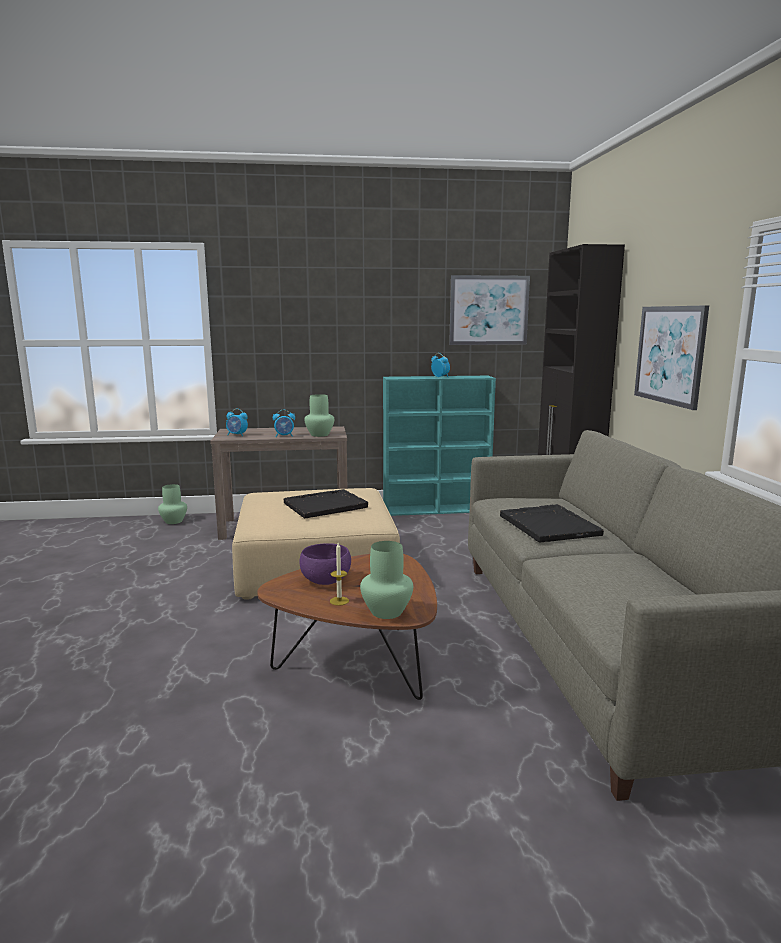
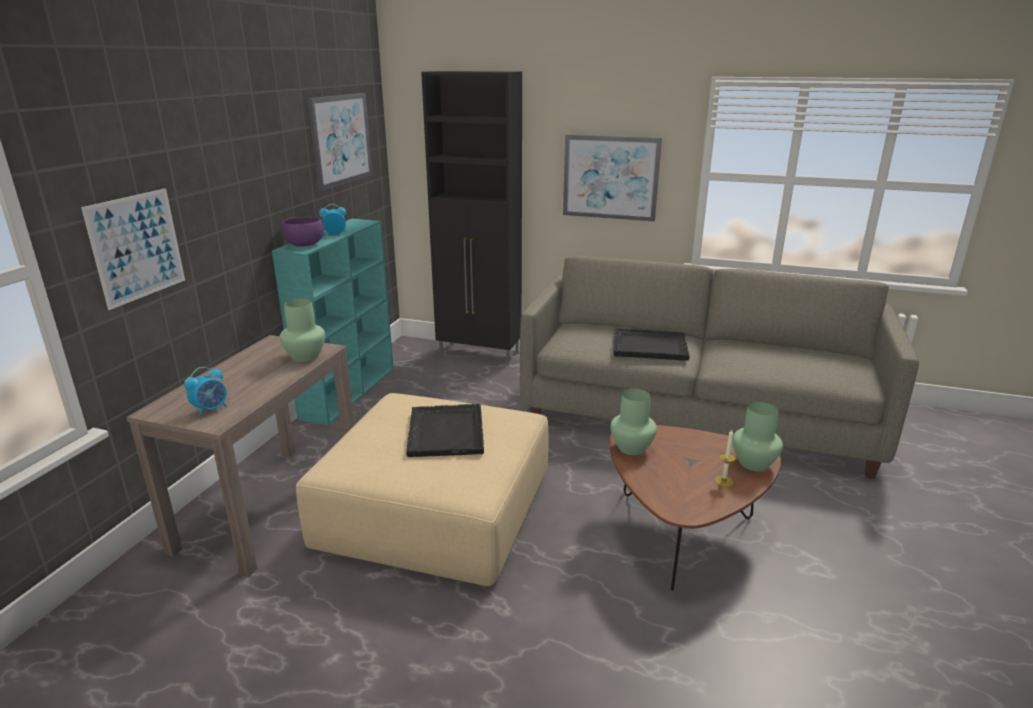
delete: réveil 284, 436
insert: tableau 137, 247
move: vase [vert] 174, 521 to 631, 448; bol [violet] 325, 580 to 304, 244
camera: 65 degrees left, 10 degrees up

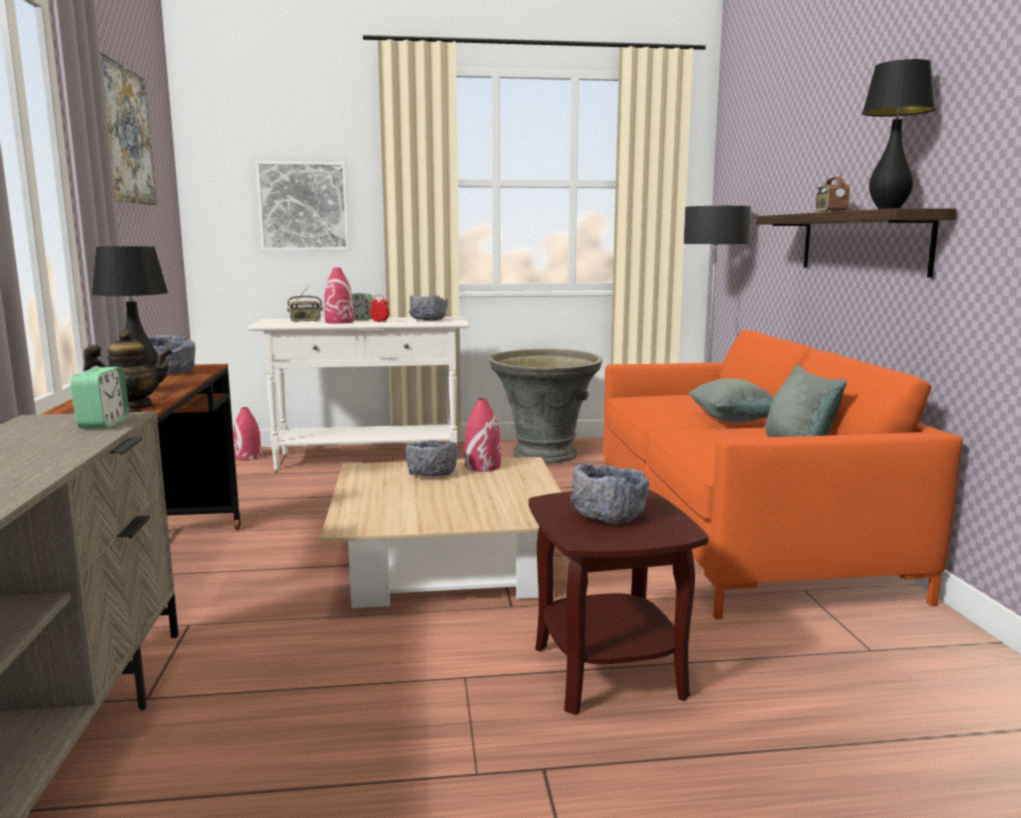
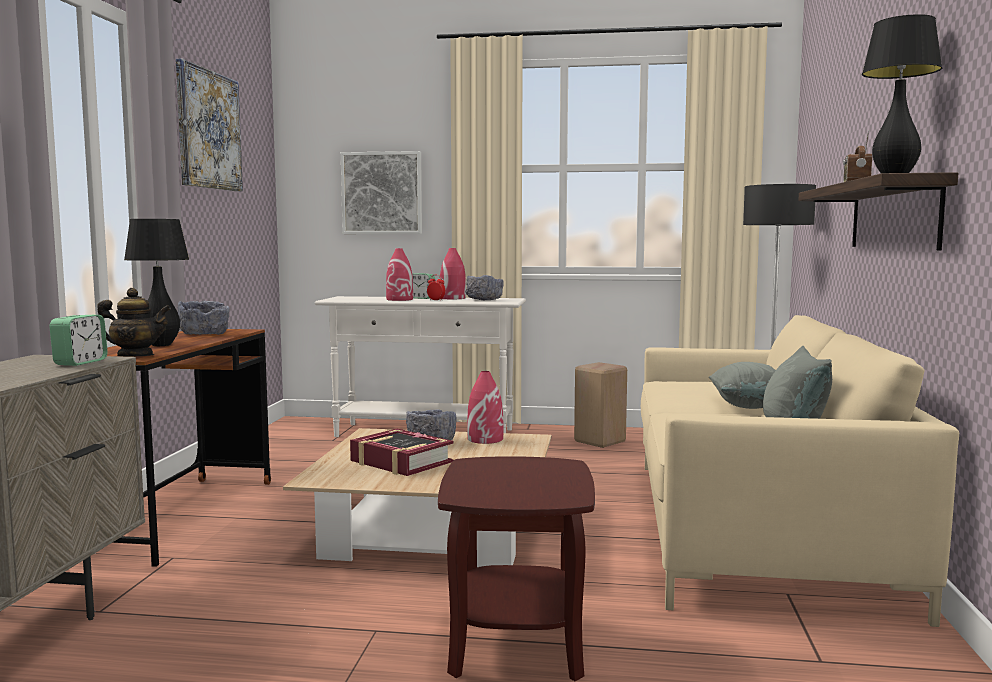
delete: radio 305, 321; bol [gris] 608, 516
insert: livre 401, 462
move: vase [rouge] 248, 457 to 452, 298
replace: cache-pot [gris] 544, 455 to tabouret [beige] 598, 442
recolor: canapé [orange] 735, 530 to canapé [beige] 752, 527
camera: 15 degrees right, 5 degrees down

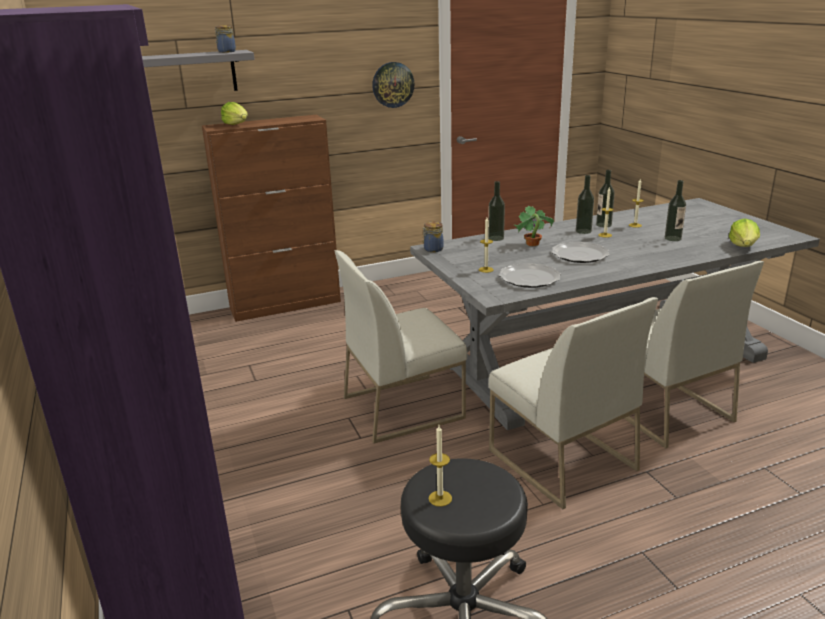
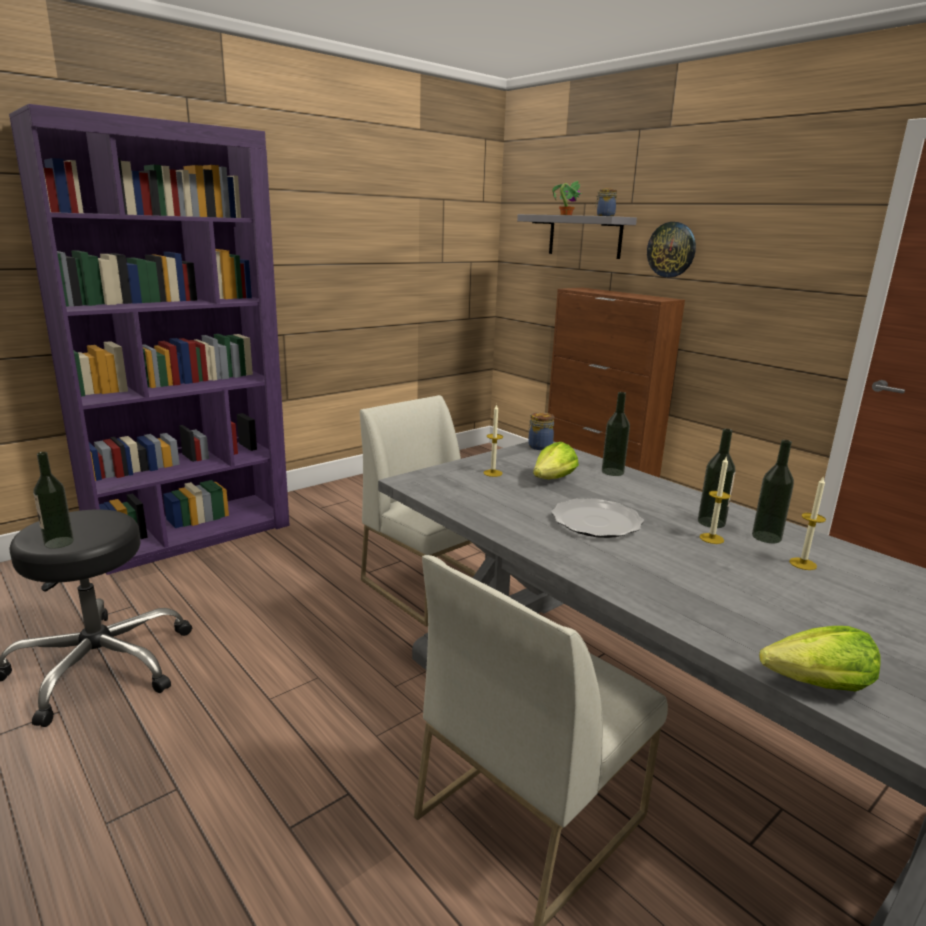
delete: assiette 529, 278; chaise [blanc] 560, 459; bougie 440, 498
move: horloge murale 393, 84 to 671, 249; laitue 237, 125 to 553, 479; bouteille 672, 238 to 59, 542; plante en pot 532, 244 to 565, 215
camera: 70 degrees right, 5 degrees down

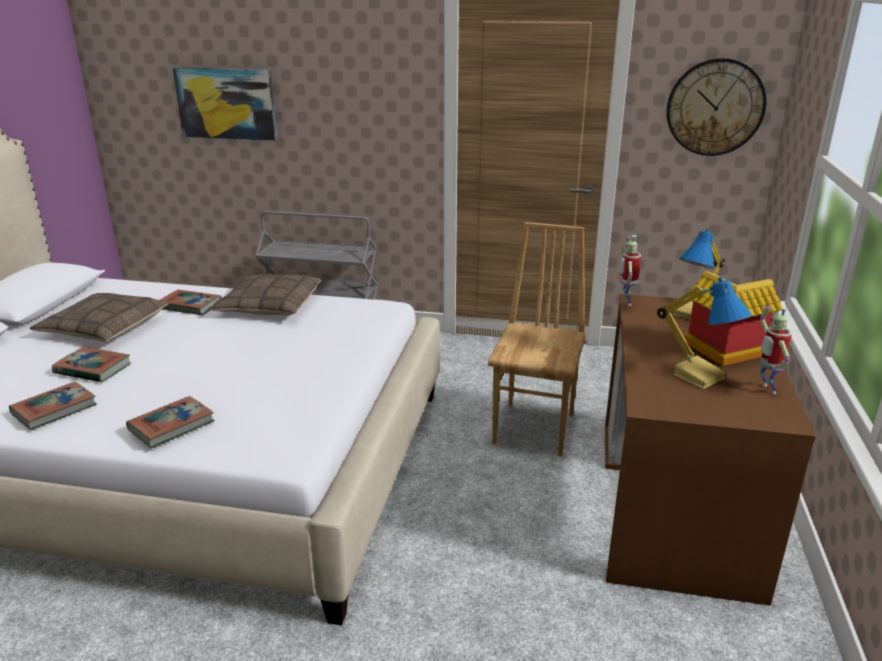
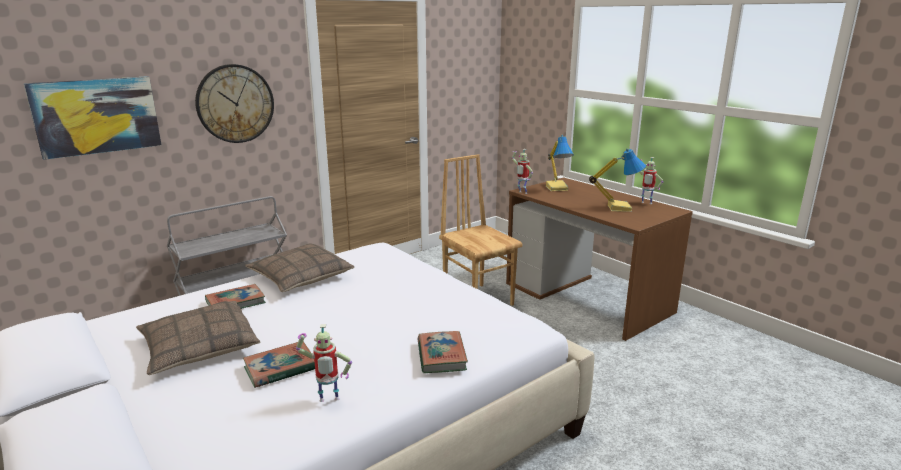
delete: maison miniature 721, 352
move: horloge murale 715, 107 to 235, 104
replace: livre 54, 409 to robot jouet 328, 401
camera: 50 degrees left, 5 degrees down

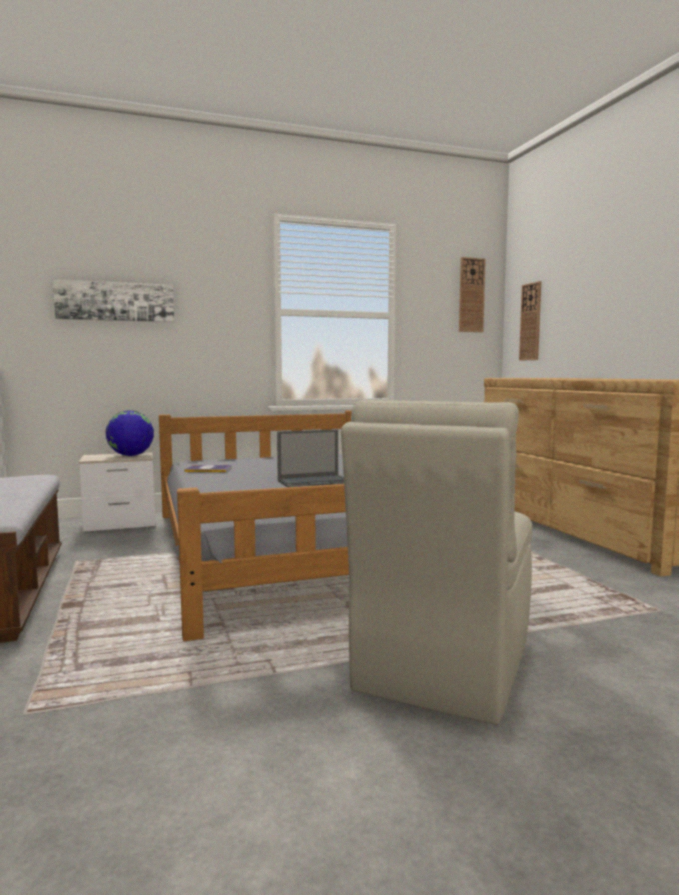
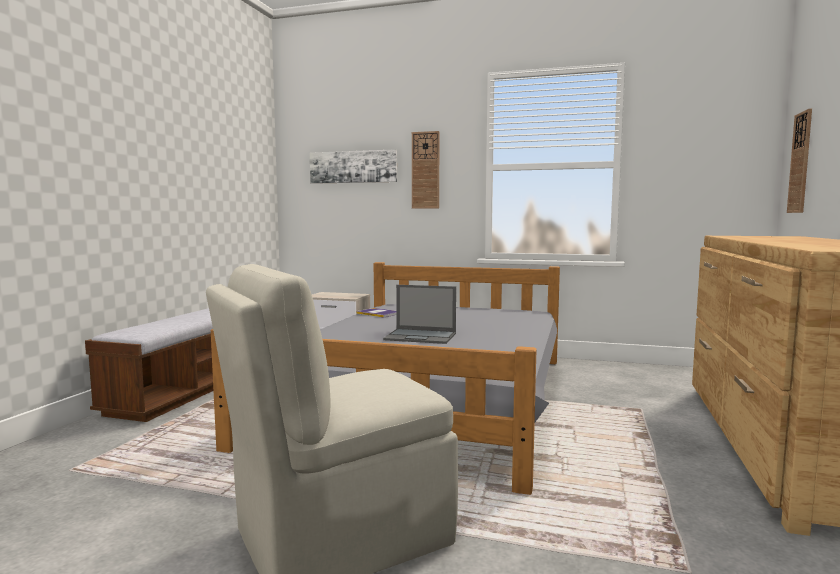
delete: globe 130, 455
move: horloge murale 471, 295 to 425, 170
camera: 35 degrees right, 0 degrees up

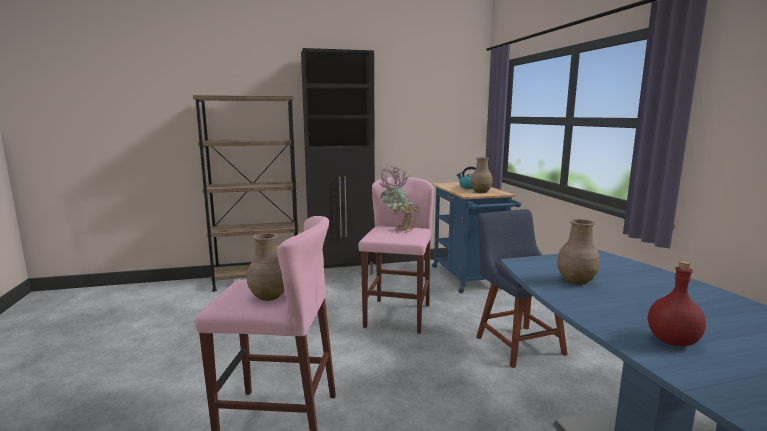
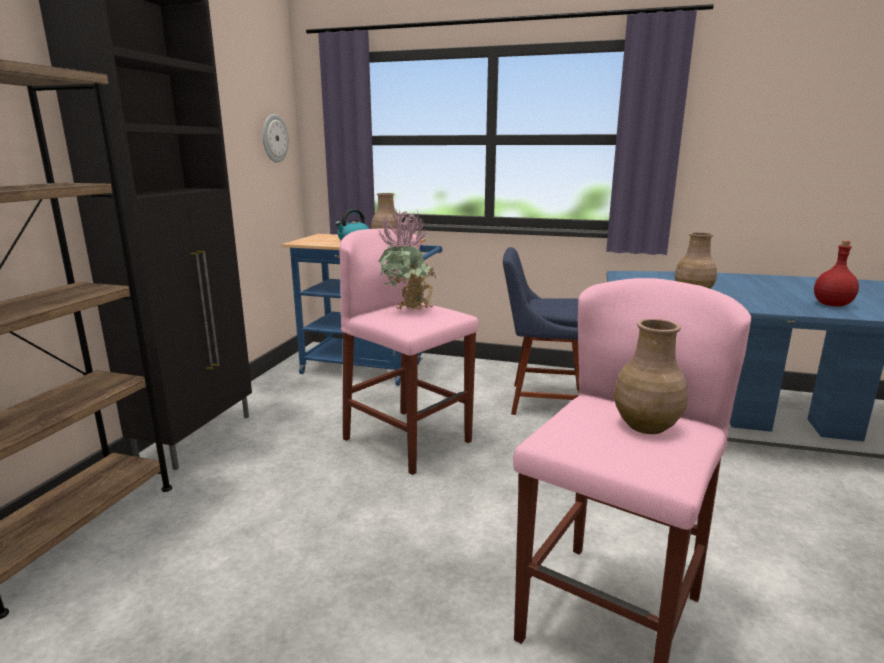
insert: horloge murale 274, 138
camera: 60 degrees left, 5 degrees up

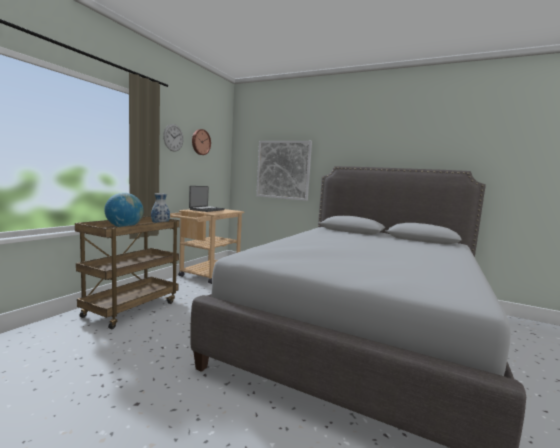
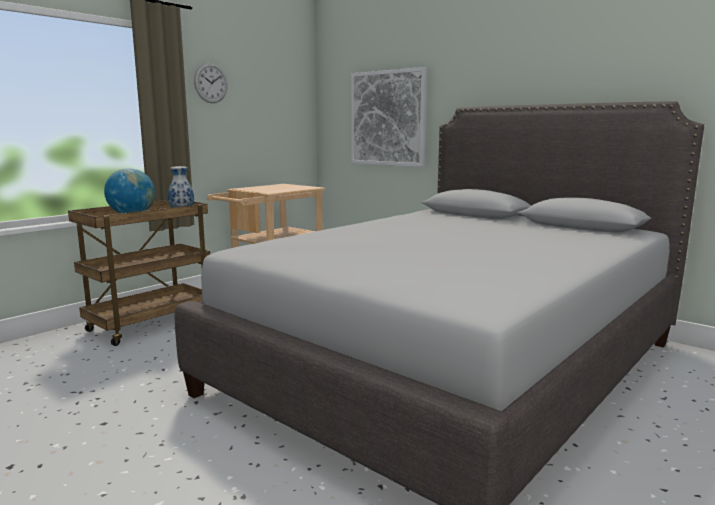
delete: horloge murale 200, 142; ordinateur portable 206, 210
camera: 15 degrees right, 5 degrees up

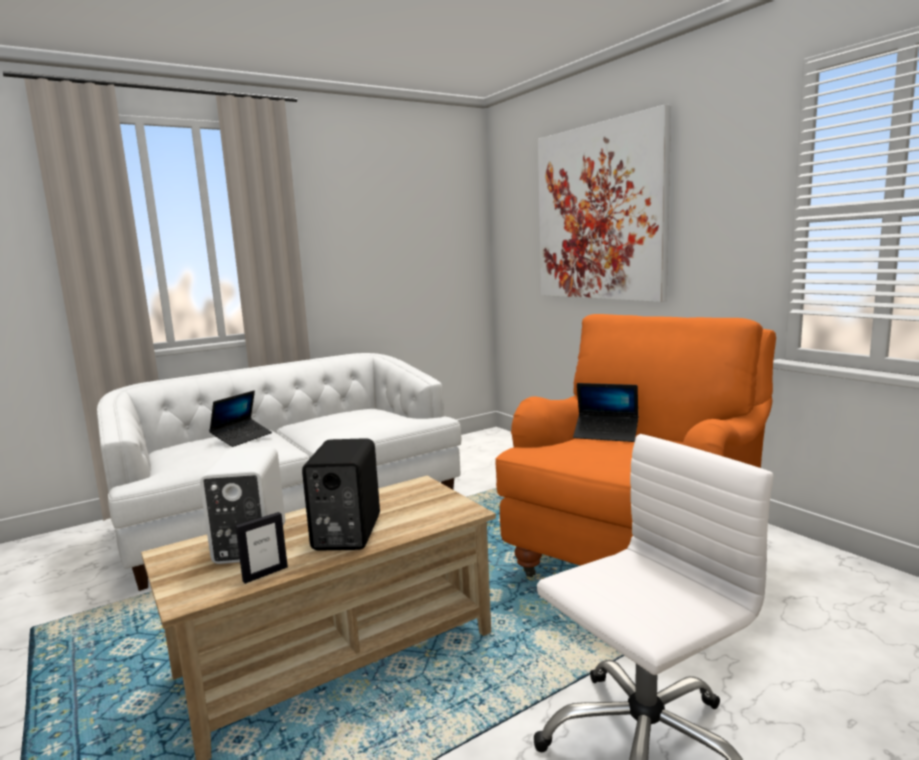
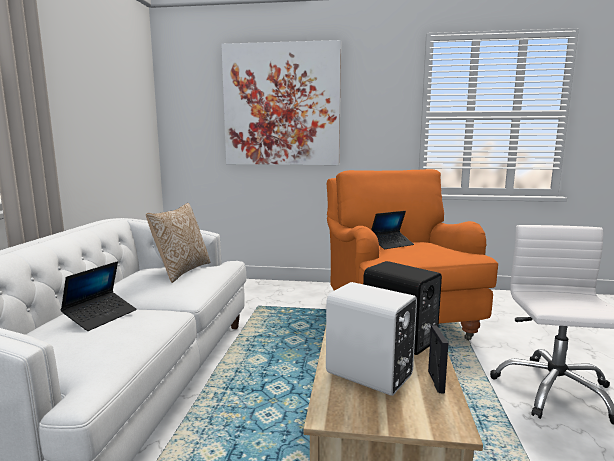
insert: coussin 181, 271
rotate: ordinateur portable 242, 438 = 101, 316 45 degrees clockwise
camera: 50 degrees left, 0 degrees up

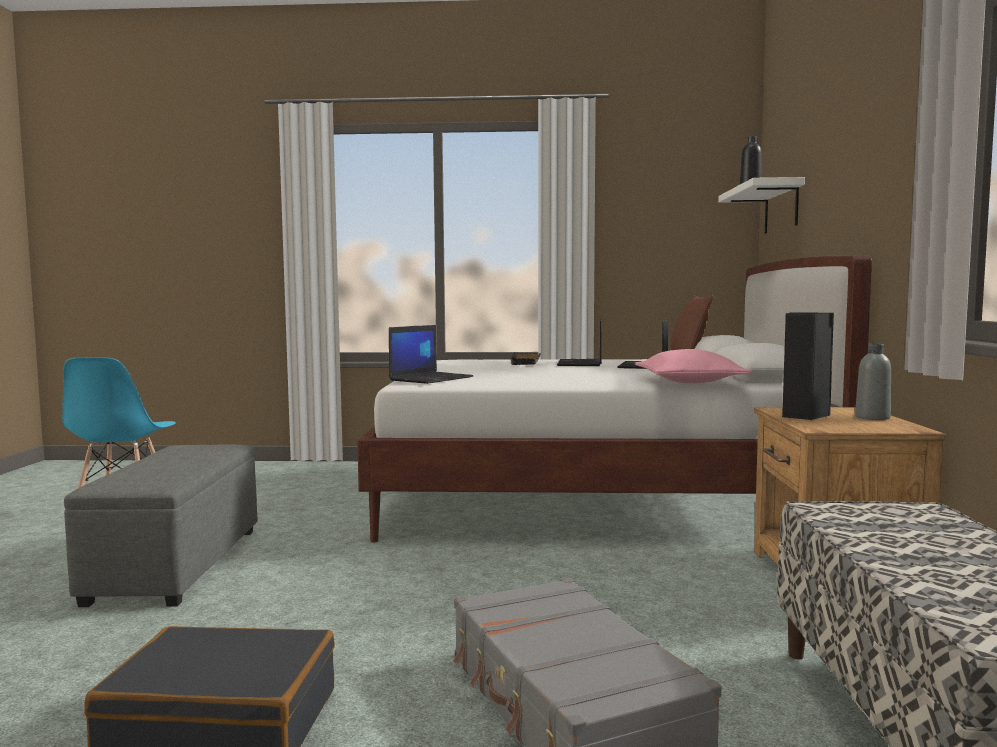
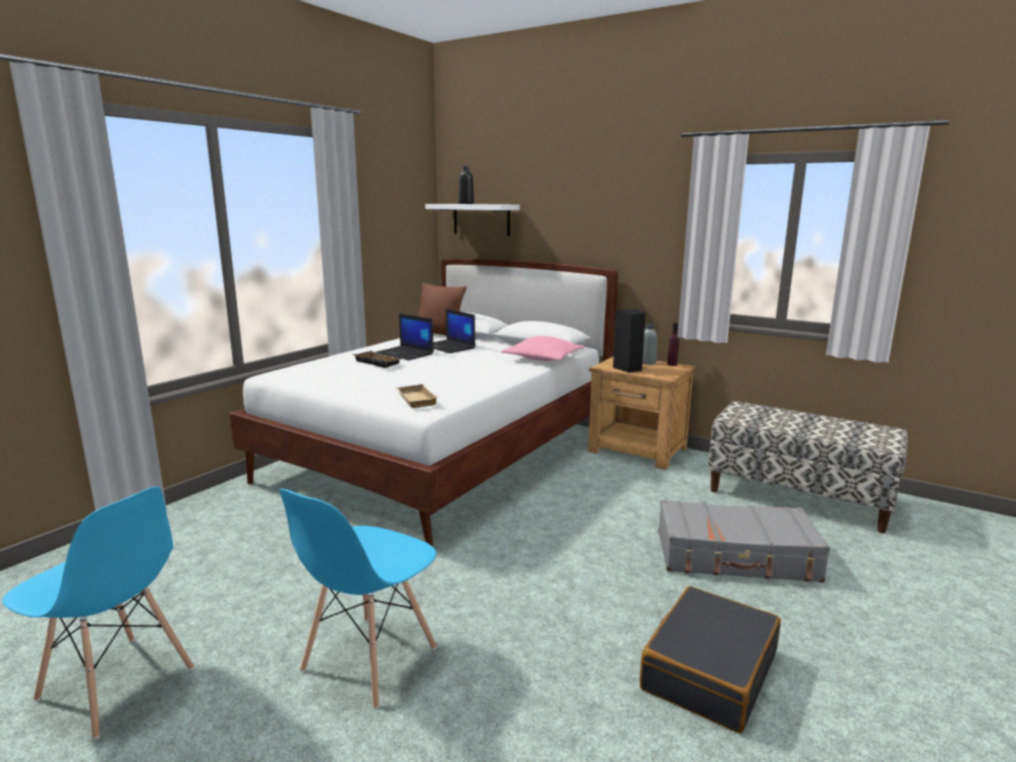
insert: bouteille [violet] 672, 364
replace: ordinateur portable 431, 378 to plateau [beige] 414, 399; pouf [gris] 177, 564 to chaise [bleu] 369, 660
camera: 60 degrees left, 10 degrees up

